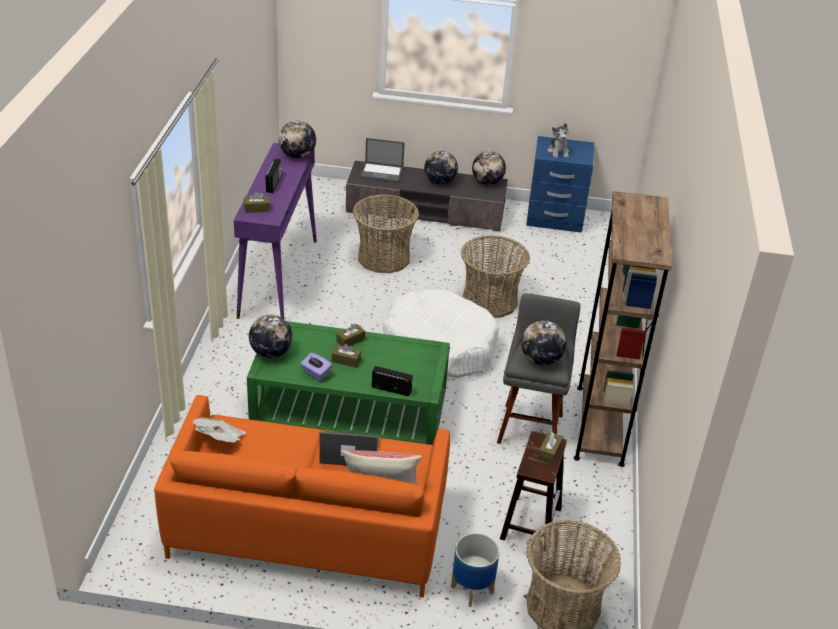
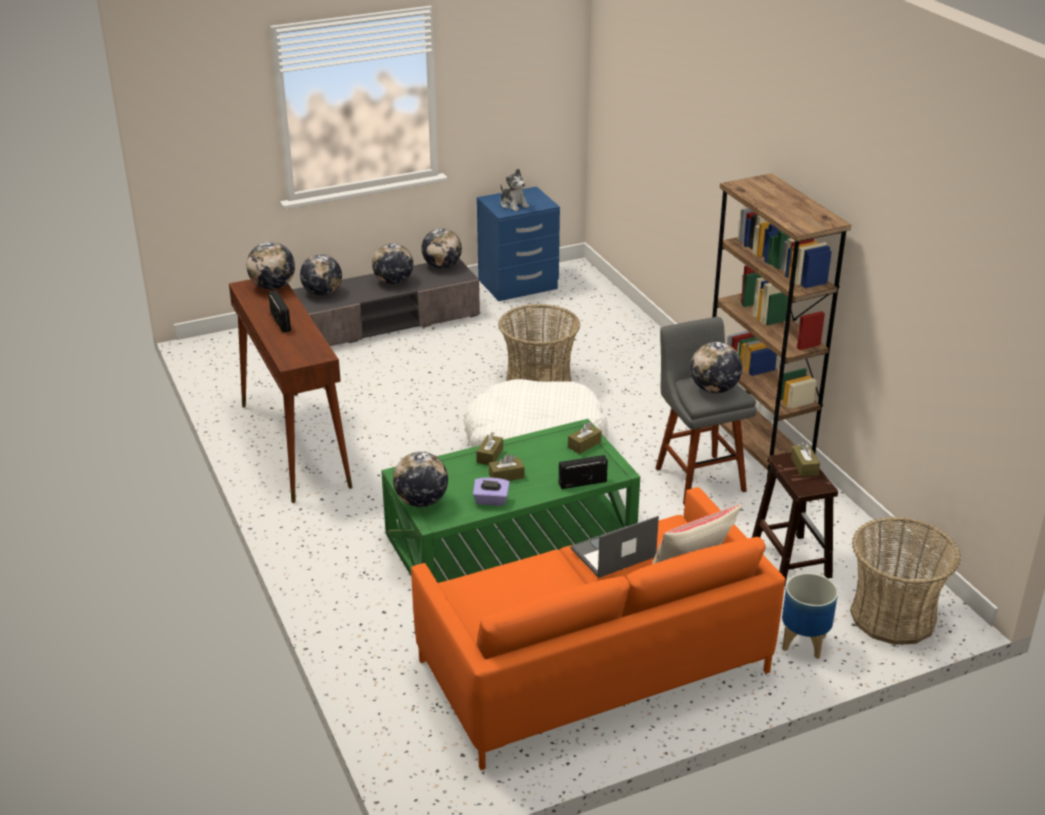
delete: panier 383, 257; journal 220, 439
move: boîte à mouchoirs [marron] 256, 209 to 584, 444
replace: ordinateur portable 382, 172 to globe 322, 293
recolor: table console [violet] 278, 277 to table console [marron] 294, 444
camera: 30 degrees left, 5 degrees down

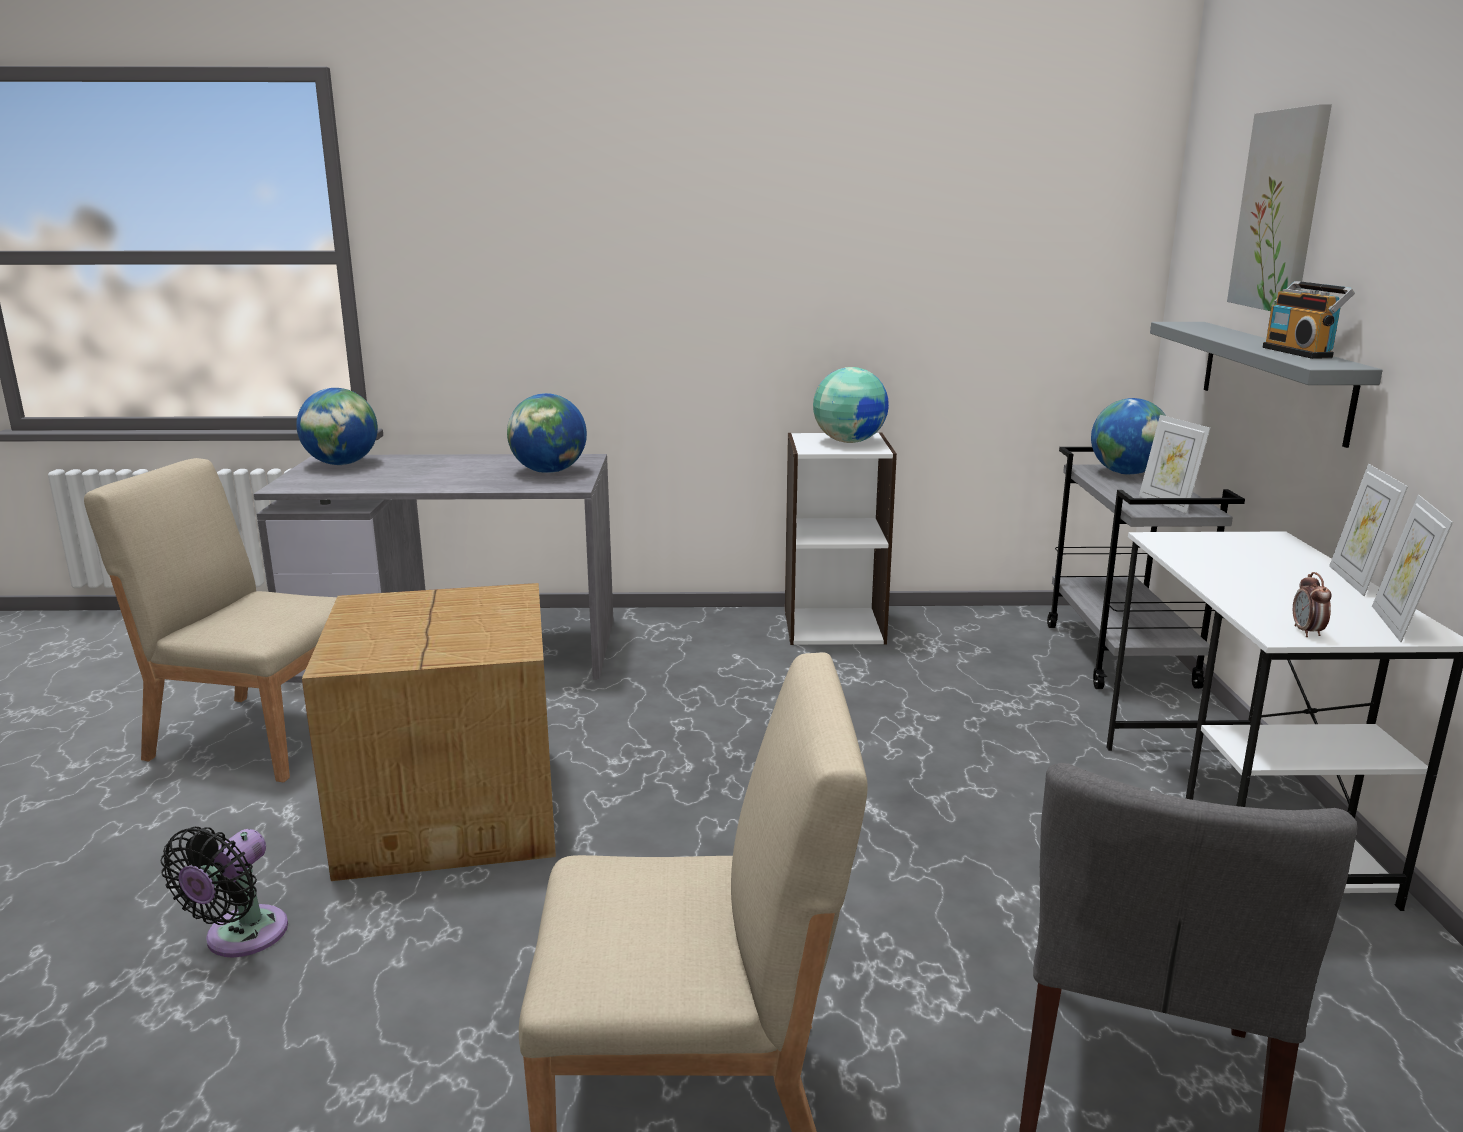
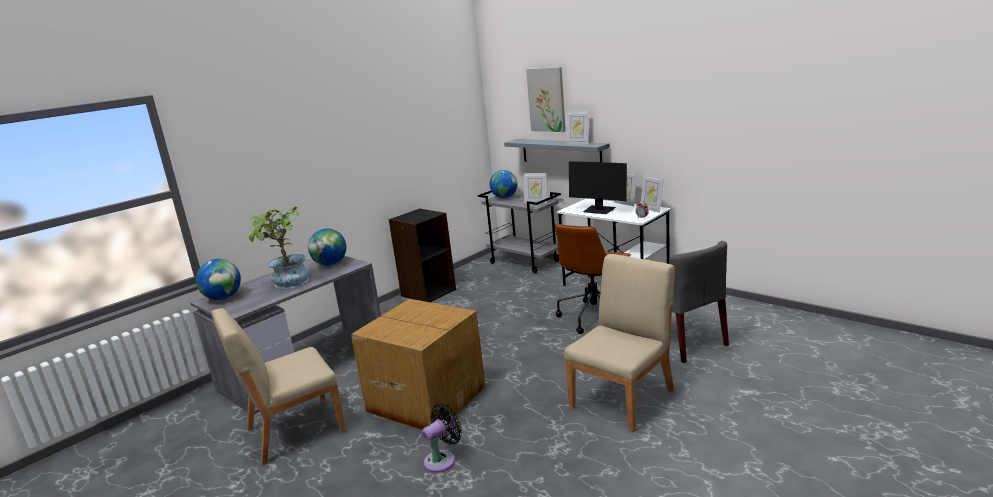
delete: globe 849, 441
insert: écran d'ordinateur 599, 210; plante en pot 288, 284; chaise de bureau [marron] 594, 316
replace: radio 1300, 352 to cadre photo 578, 143
recolor: bibliothèque [blanc] 833, 626 to bibliothèque [noir] 428, 292
rotate: ventilateur [noir] 240, 938 = 442, 460 105 degrees counterclockwise
camera: 45 degrees left, 0 degrees up

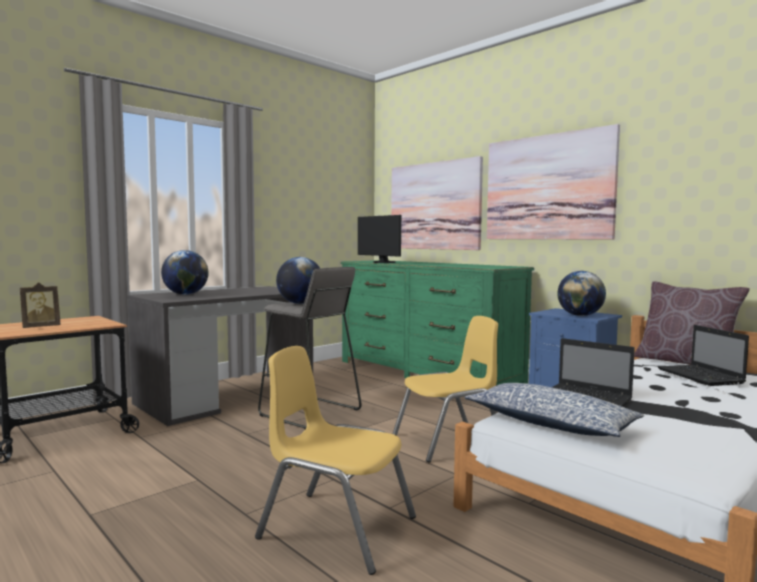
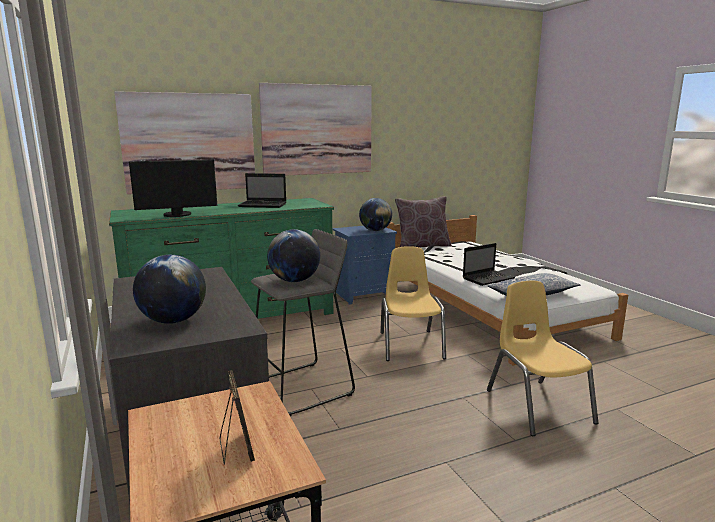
move: ordinateur portable 701, 377 to 263, 205
rotate: chaise [jaune] 337, 528 = 538, 406 120 degrees clockwise
camera: 70 degrees left, 10 degrees up

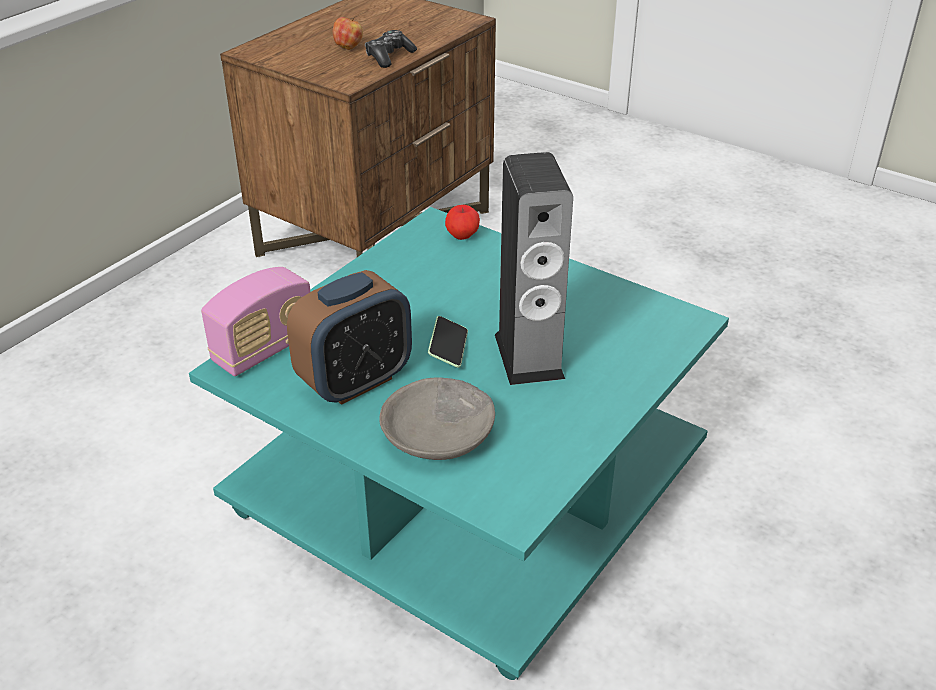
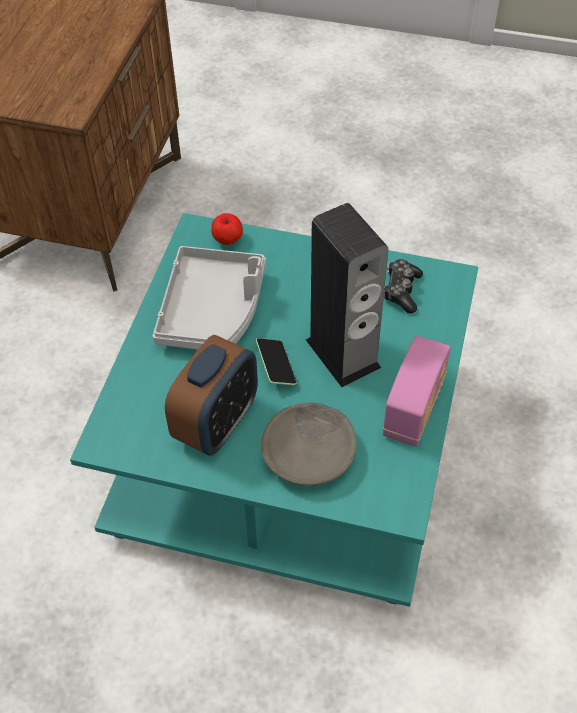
delete: pomme 348, 47
insert: plateau [gris] 213, 310
move: manette 389, 57 to 401, 291; radio 264, 349 to 414, 408
camera: 20 degrees left, 15 degrees up

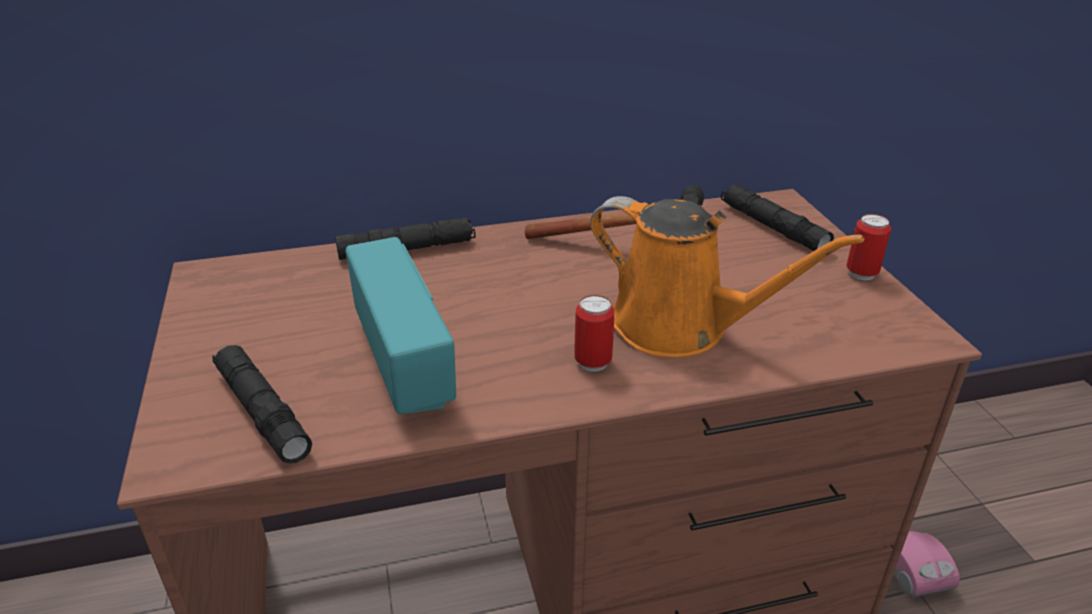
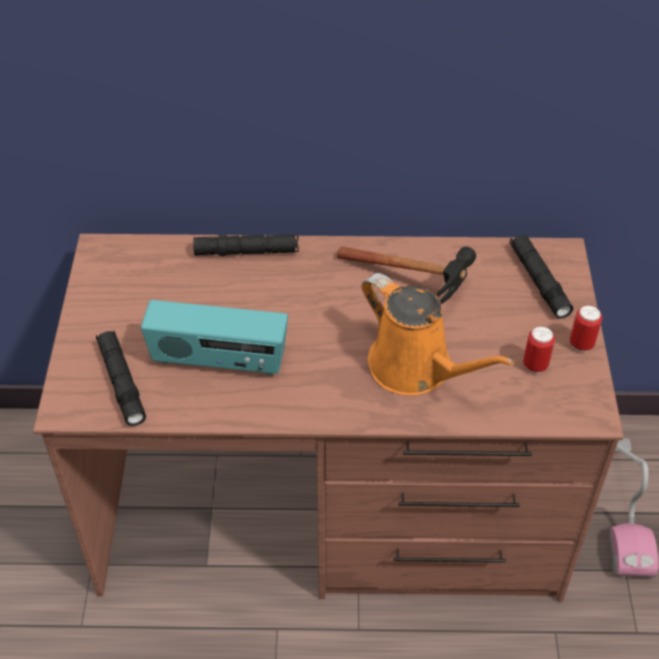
move: boîte métallique 592, 362 to 535, 365
rotate: radio 406, 362 = 219, 361 105 degrees clockwise
camera: 15 degrees right, 15 degrees up

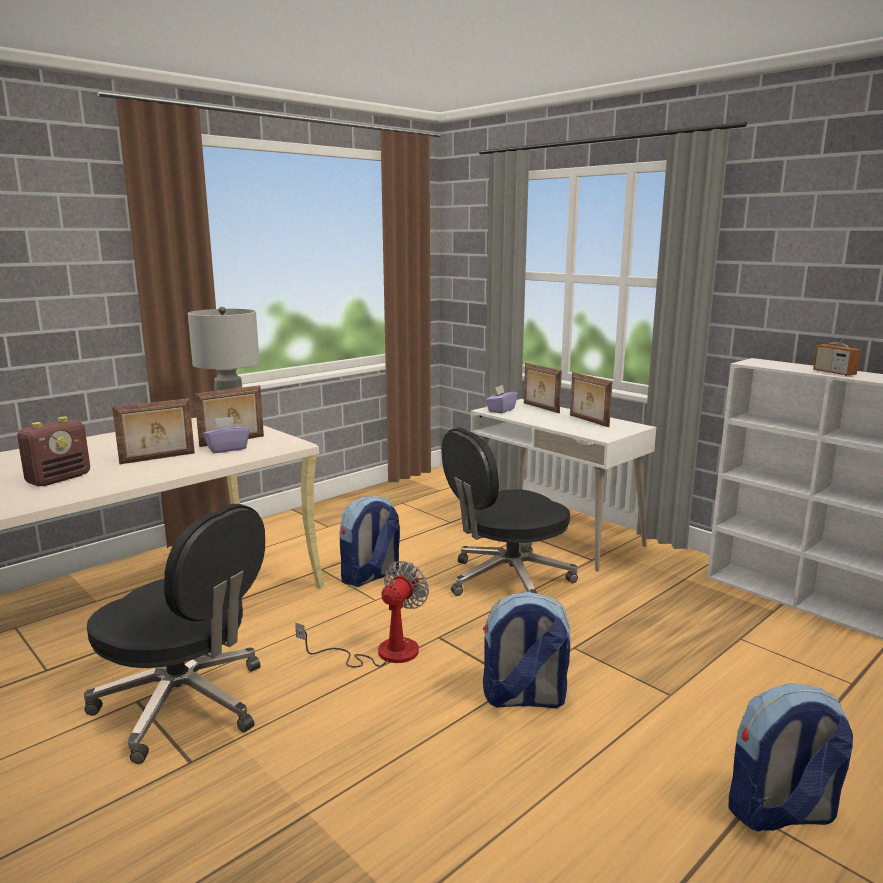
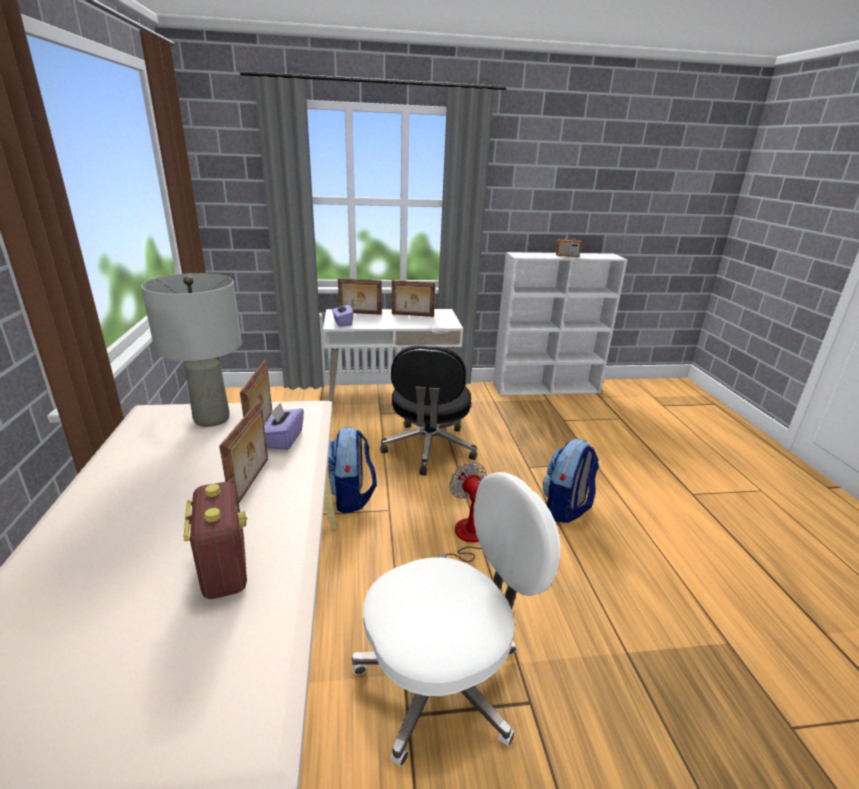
delete: sac à dos 780, 814
recolor: chaise de bureau [noir] 185, 704 to chaise de bureau [blanc] 443, 679
camera: 55 degrees left, 10 degrees up

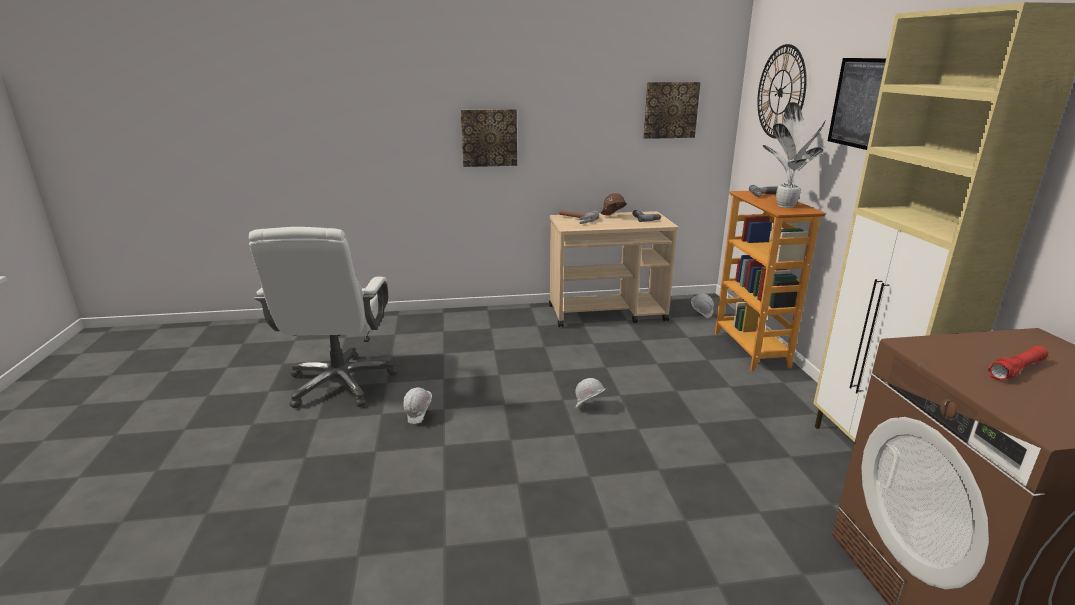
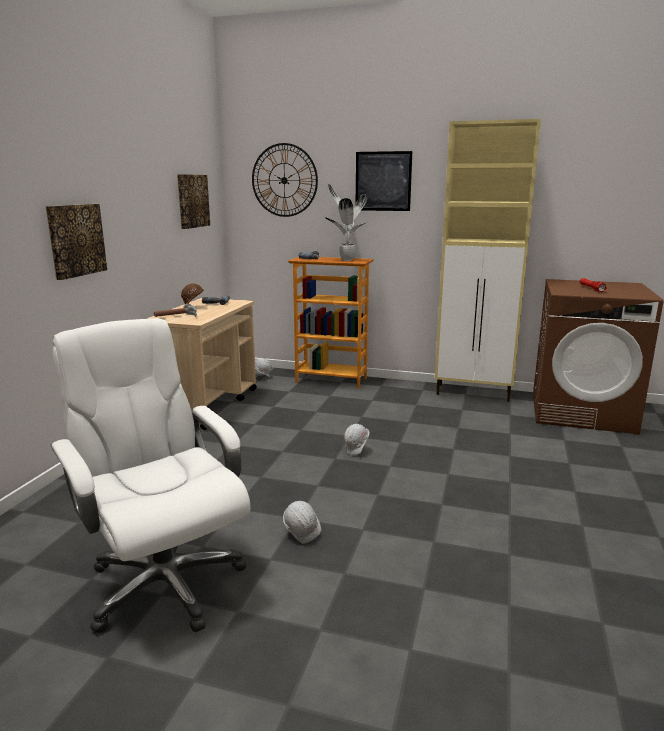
rotate: chaise de bureau [blanc] 340, 383 = 164, 583 150 degrees counterclockwise
camera: 65 degrees left, 5 degrees down

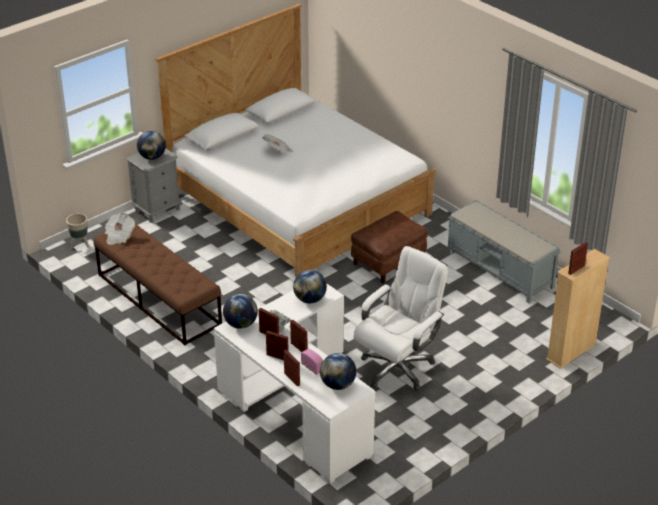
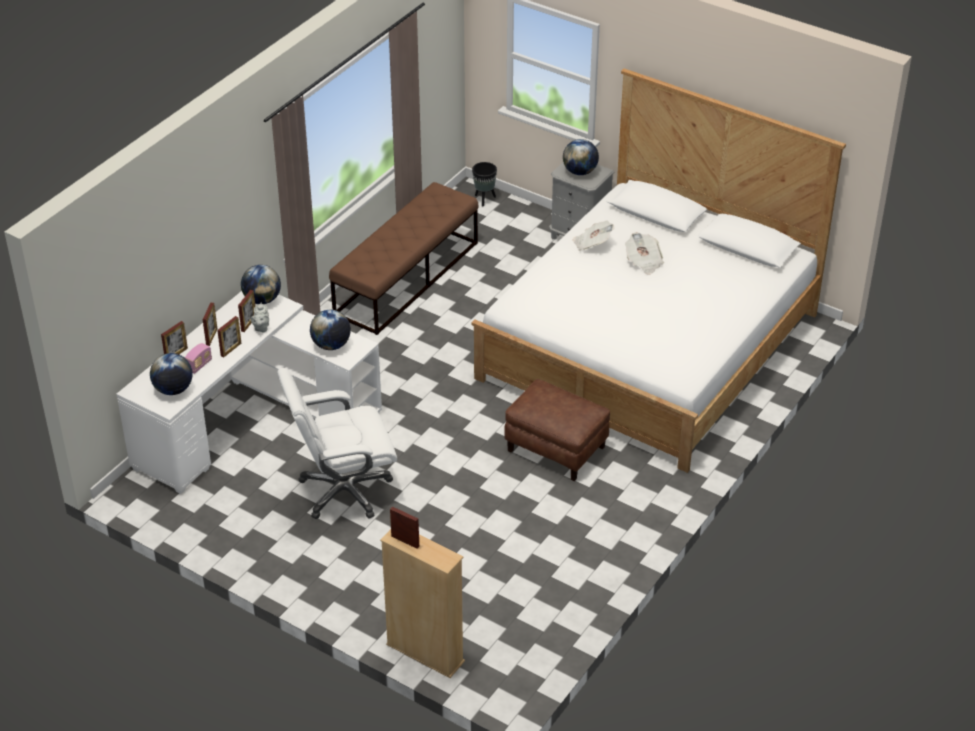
delete: banc [gris] 500, 270
move: journal 119, 236 to 592, 244
recolor: cache-pot [beige] 80, 245 to cache-pot [noir] 484, 199
rotate: chaise de bureau [blanc] 397, 367 = 343, 491 135 degrees clockwise
camera: 75 degrees right, 5 degrees up

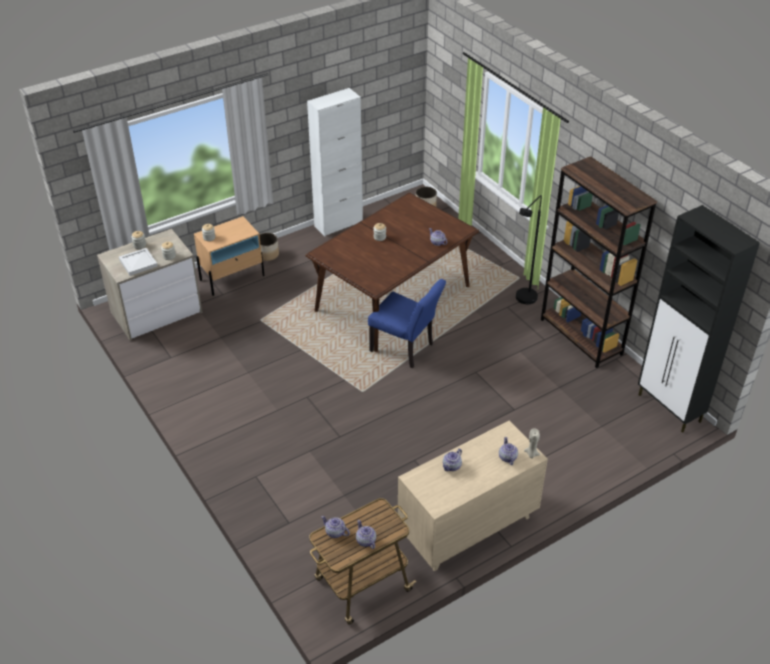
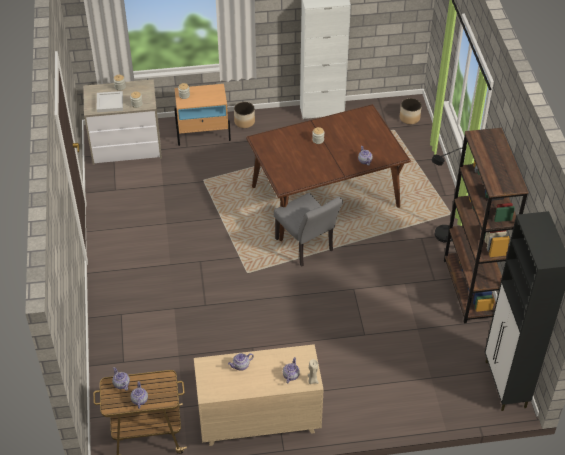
recolor: chaise [bleu] 406, 349 to chaise [gris] 307, 247
camera: 25 degrees right, 5 degrees up

